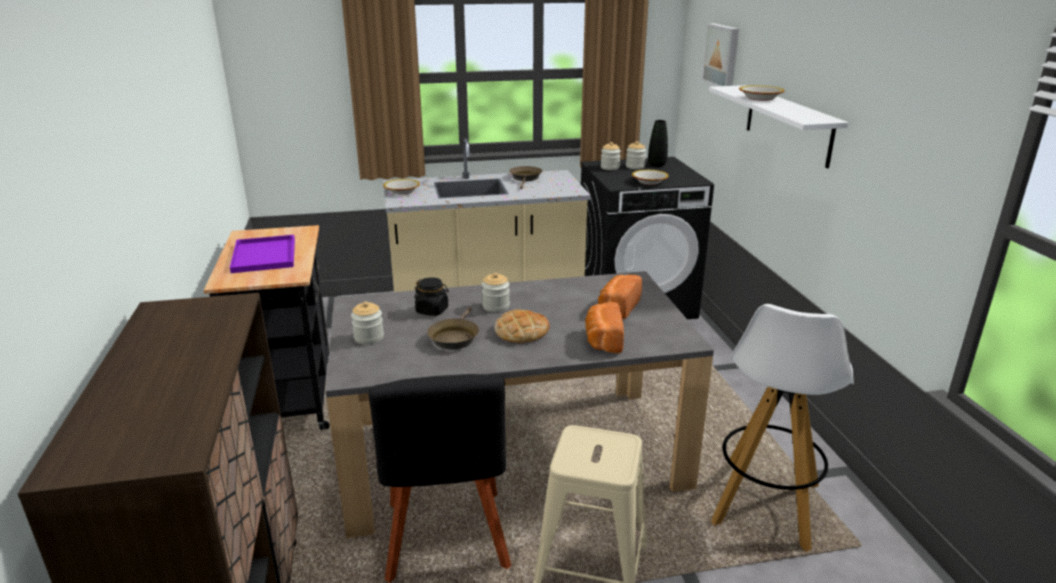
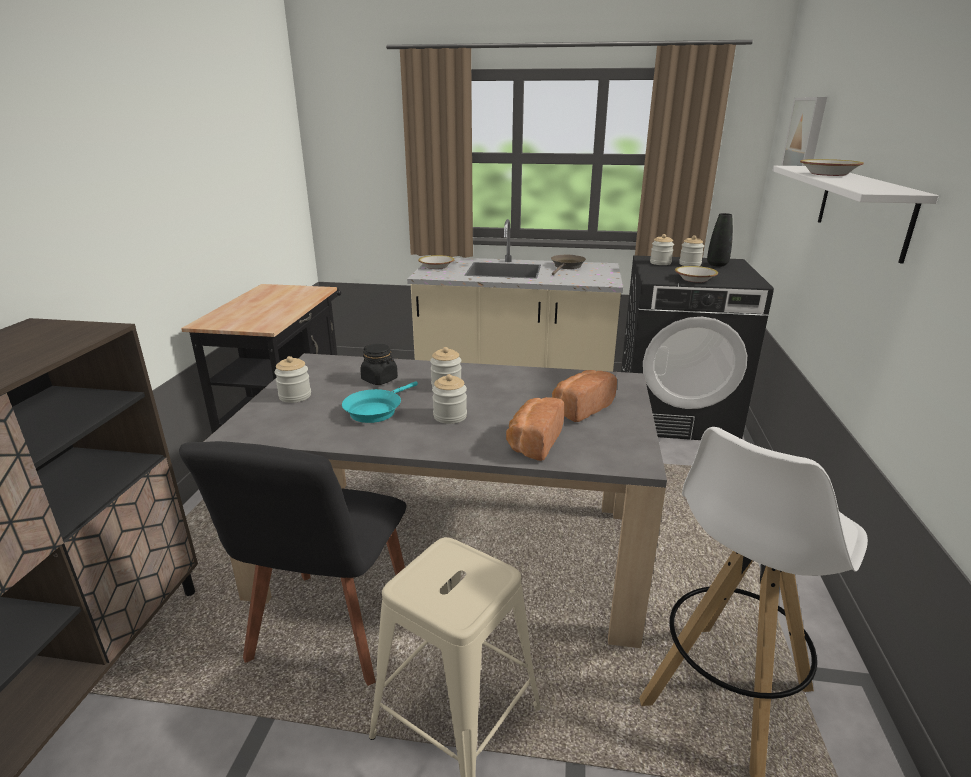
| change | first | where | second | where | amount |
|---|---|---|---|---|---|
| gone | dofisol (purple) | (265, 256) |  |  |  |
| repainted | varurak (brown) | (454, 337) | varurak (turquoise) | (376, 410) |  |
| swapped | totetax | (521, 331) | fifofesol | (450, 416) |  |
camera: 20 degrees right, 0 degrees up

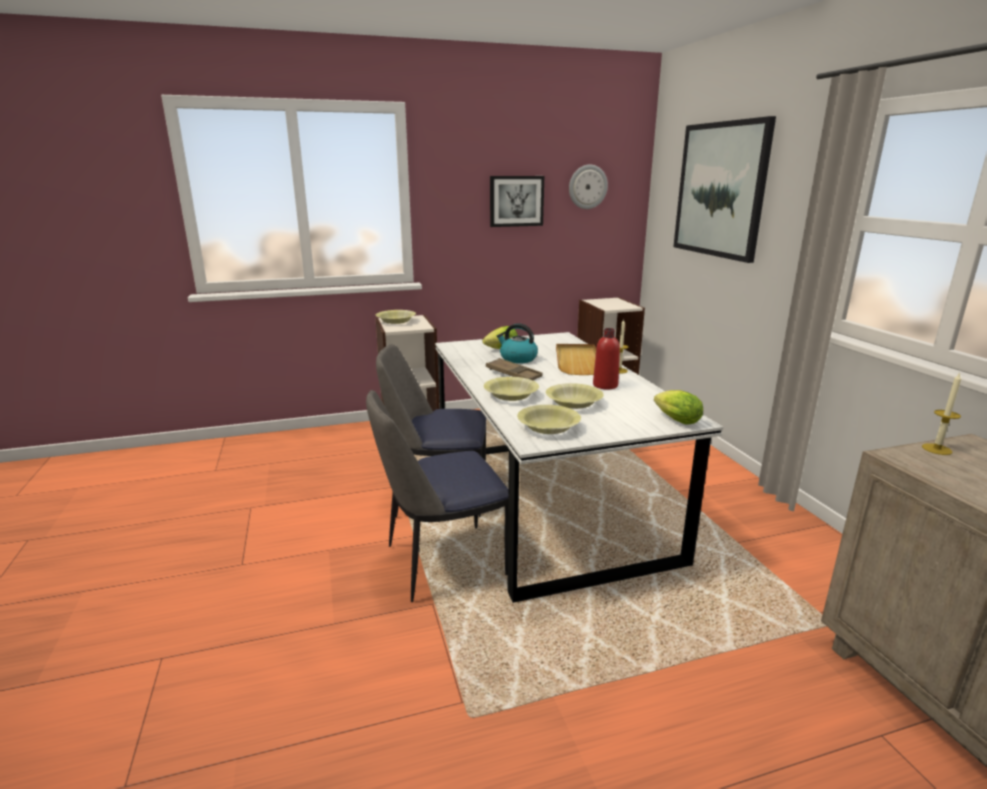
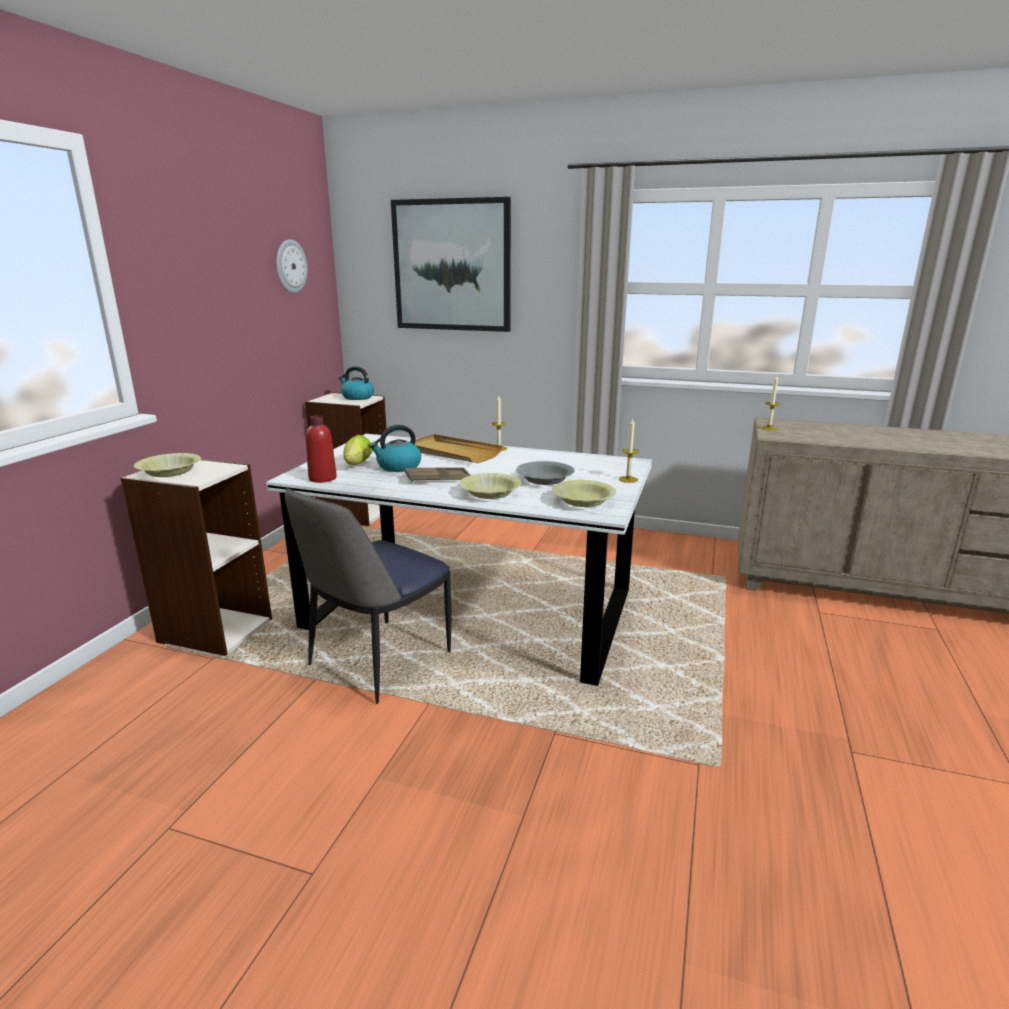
| change | first | where | second | where | amount |
|---|---|---|---|---|---|
| gone | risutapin | (516, 201) |  |  |  |
| shifted | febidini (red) | (605, 385) |  | (322, 478) |  |
| repainted | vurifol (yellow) | (574, 403) | vurifol (grey) | (544, 480) |  |
| gone | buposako | (441, 562) |  |  |  |
| gone | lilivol | (674, 420) |  |  |  |
| new |  |  | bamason | (357, 397) |  |
| new |  |  | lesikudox | (628, 479) |  |
camera: 55 degrees left, 0 degrees up

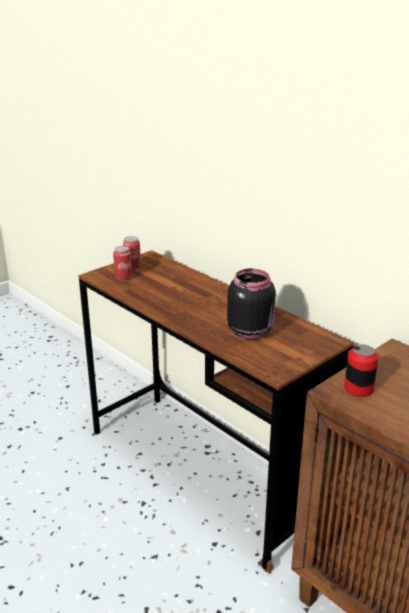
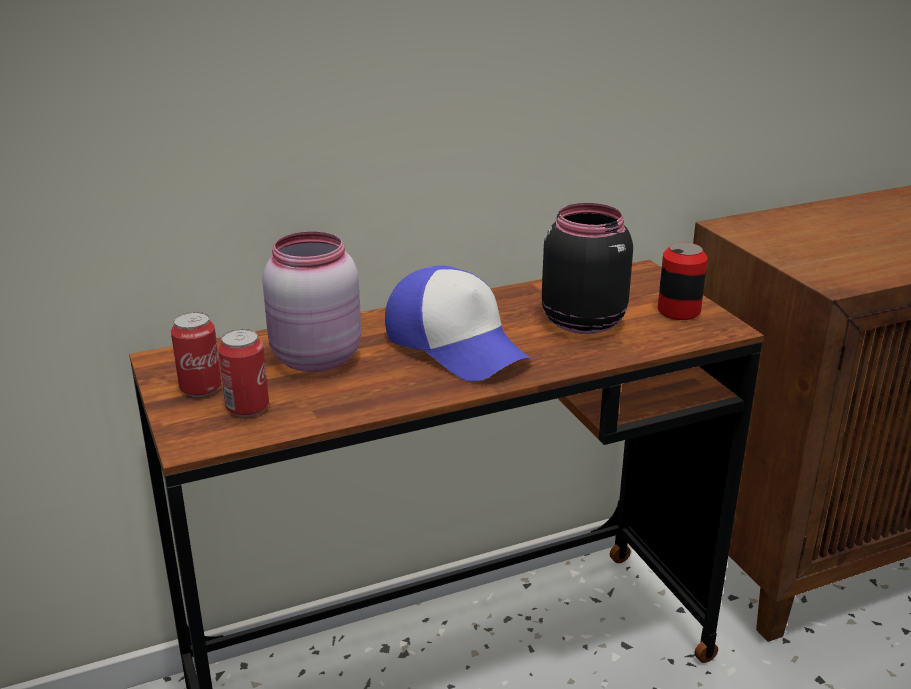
| change | first | where | second | where | amount |
|---|---|---|---|---|---|
| shifted | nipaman | (358, 389) |  | (678, 311) |  |
| new |  |  | fifofesol (pink) | (313, 358) |  |
| new |  |  | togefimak | (457, 344) |  |
camera: 70 degrees left, 0 degrees up

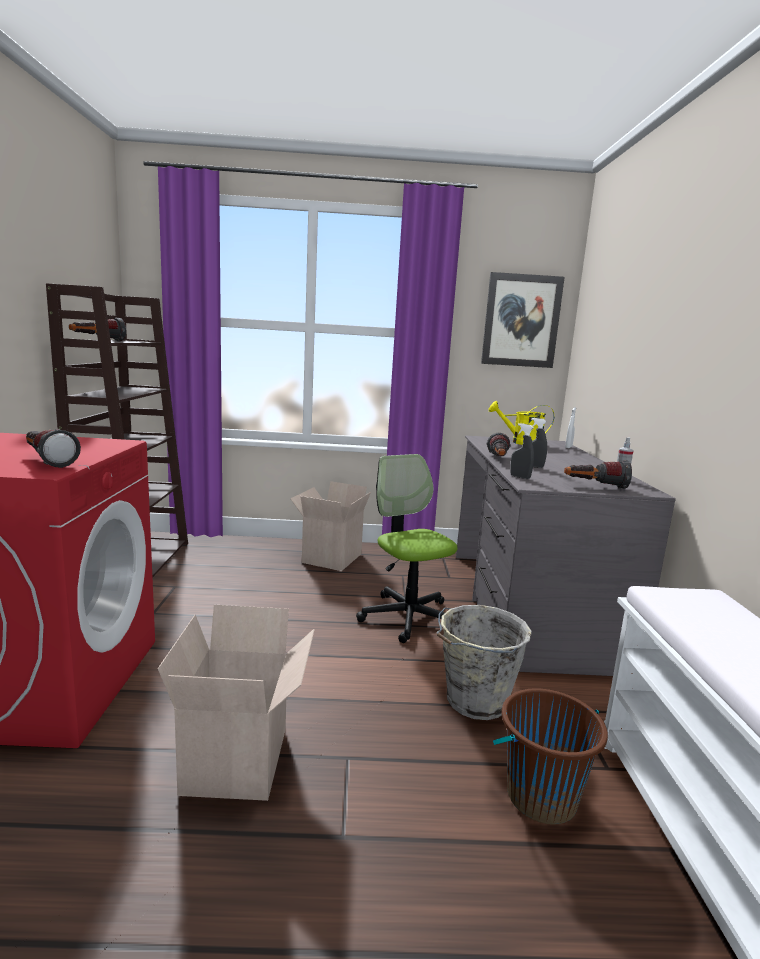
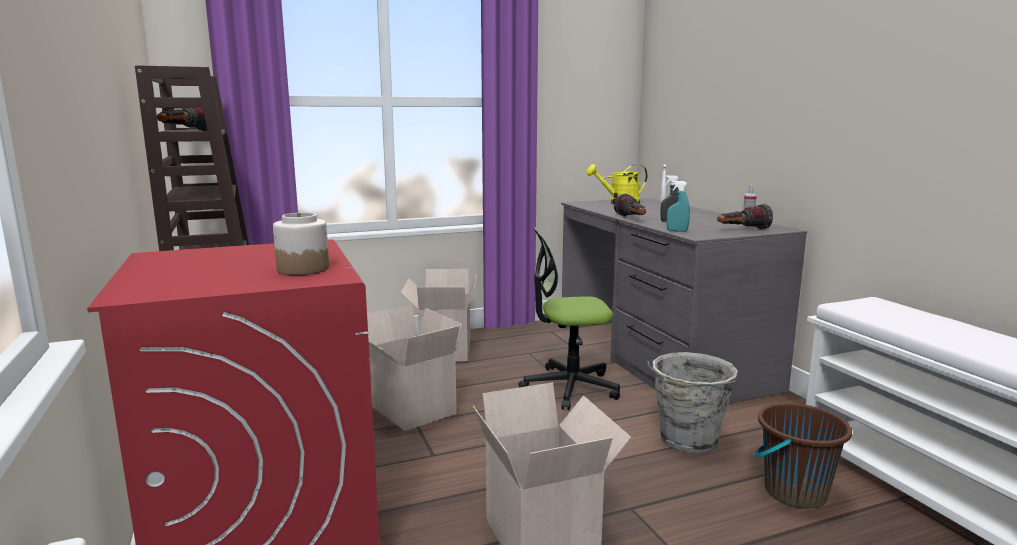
| change | first | where | second | where | amount |
|---|---|---|---|---|---|
| gone | risutapin | (521, 321) |  |  |  |
| repainted | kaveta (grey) | (520, 477) | kaveta (turquoise) | (677, 231) |  |
| swapped | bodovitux | (47, 461) | fifofesol | (303, 269) |  |
| rotated | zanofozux | (408, 617) |  | (569, 387) | 45 degrees counterclockwise |
| new |  |  | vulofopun | (410, 410) |  |
camera: 20 degrees left, 0 degrees up

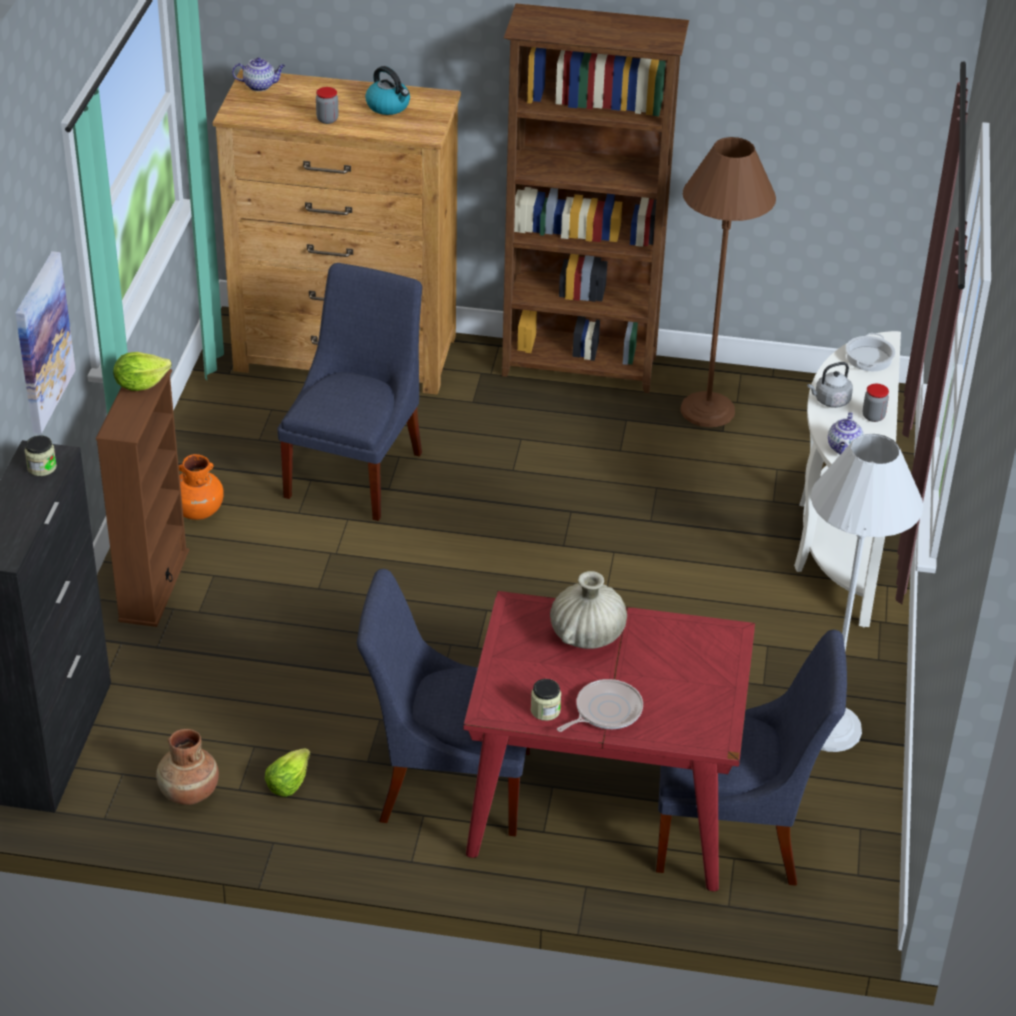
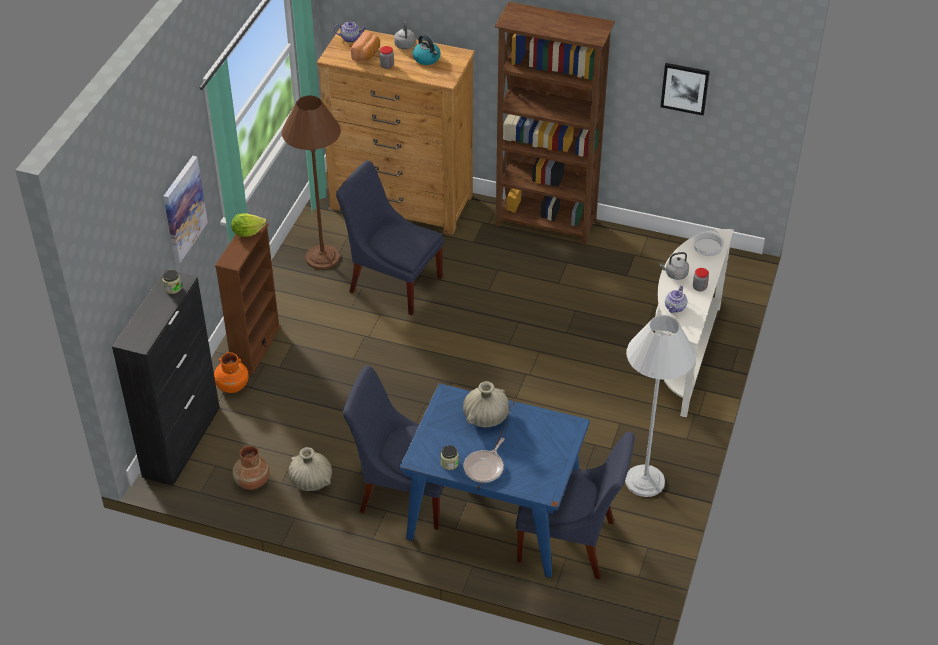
| change | first | where | second | where | amount |
|---|---|---|---|---|---|
| shifted | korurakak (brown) | (707, 410) |  | (322, 257) |  |
| rotated | buposako (blue) | (357, 470) |  | (392, 282) | 90 degrees counterclockwise |
| shifted | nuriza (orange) | (197, 510) |  | (232, 385) |  |
| repainted | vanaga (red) | (605, 807) | vanaga (blue) | (495, 517) |  |
| rotated | varurak | (605, 711) |  | (485, 467) | 150 degrees clockwise |
| swapped | lilivol | (288, 782) | nuriza (beige) | (311, 481) |  |
| new |  |  | bamason (grey) | (404, 44) |  |
| new |  |  | totetax | (367, 54) |  |
| new |  |  | risutapin | (685, 88) |  |
camera: 10 degrees right, 5 degrees up

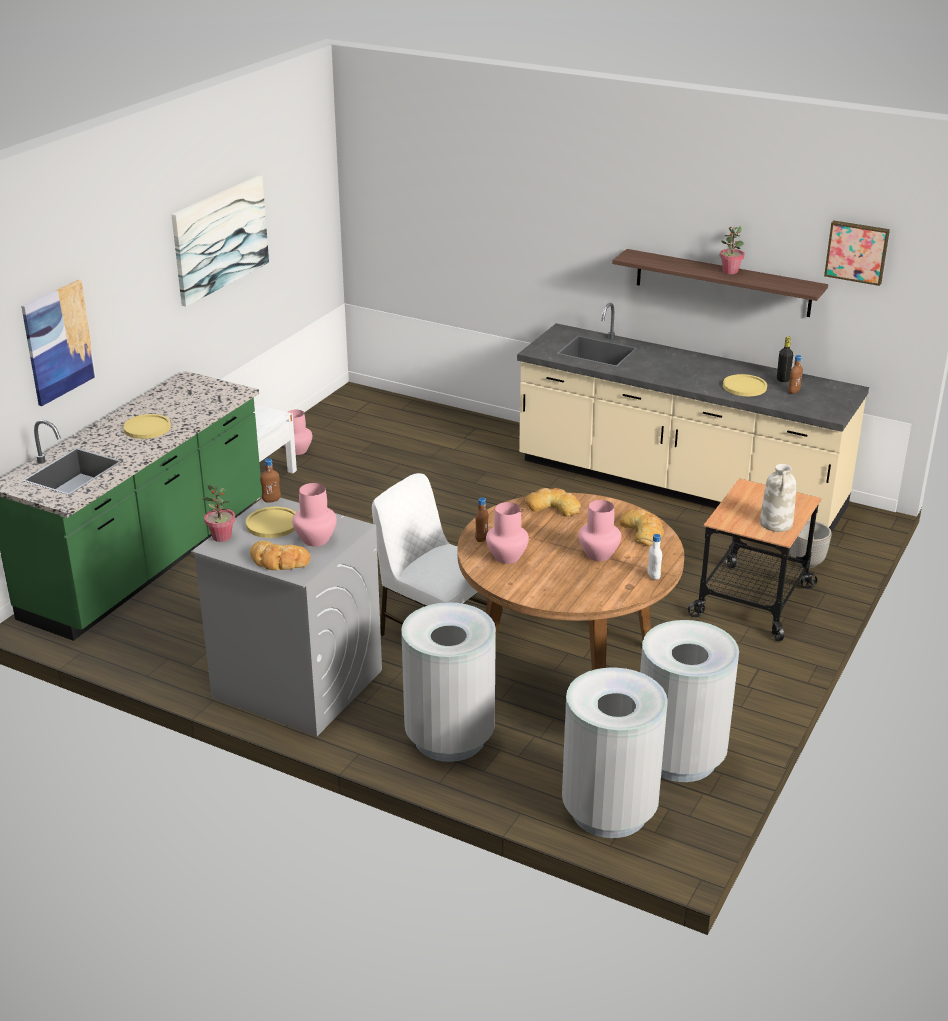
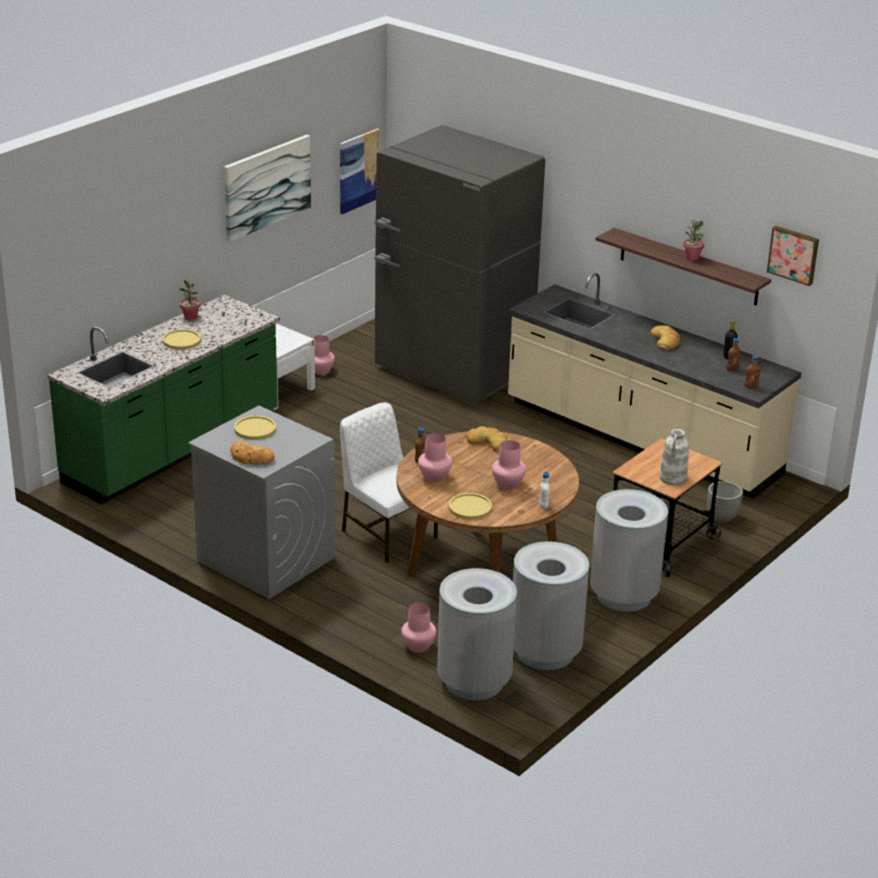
| change | first | where | second | where | amount |
|---|---|---|---|---|---|
| shifted | risutapin | (58, 342) |  | (358, 171) |  |
| shifted | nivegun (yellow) | (744, 386) |  | (470, 507) |  |
| shifted | febidini (brown) | (271, 500) |  | (751, 387) |  |
| shifted | nuriza (pink) | (316, 539) |  | (418, 646) |  |
| shifted | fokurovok | (221, 537) |  | (190, 317) |  |
| shifted | totetax | (643, 531) |  | (665, 341) |  |
| shifted | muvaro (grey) | (449, 738) |  | (623, 595) |  |
| new |  |  | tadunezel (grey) | (452, 372) |  |
camera: 10 degrees right, 0 degrees up

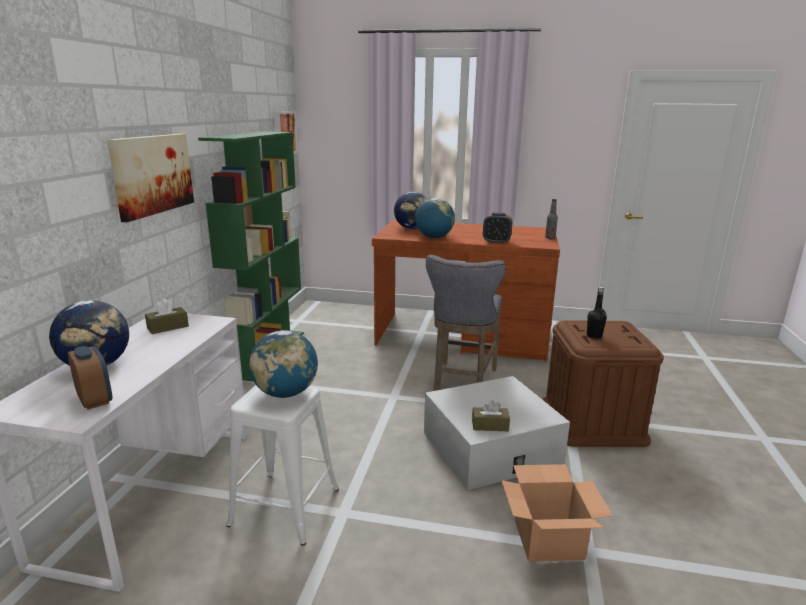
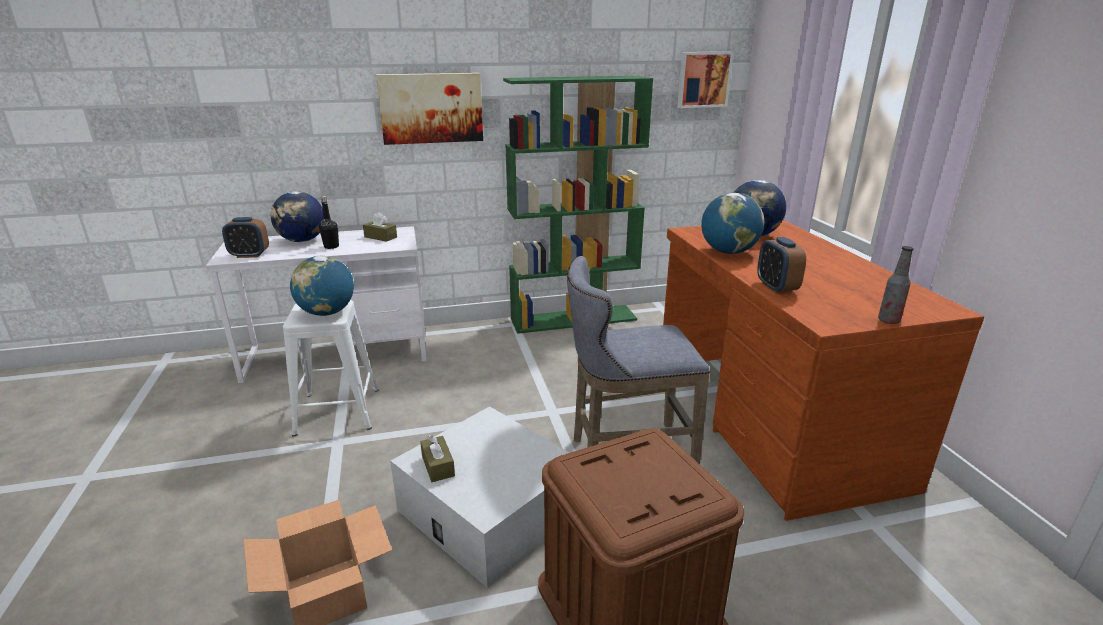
| change | first | where | second | where | amount |
|---|---|---|---|---|---|
| shifted | febidini (black) | (594, 336) |  | (331, 246) |  |
| rotated | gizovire | (95, 400) |  | (249, 255) | 60 degrees clockwise |
camera: 65 degrees right, 5 degrees up

